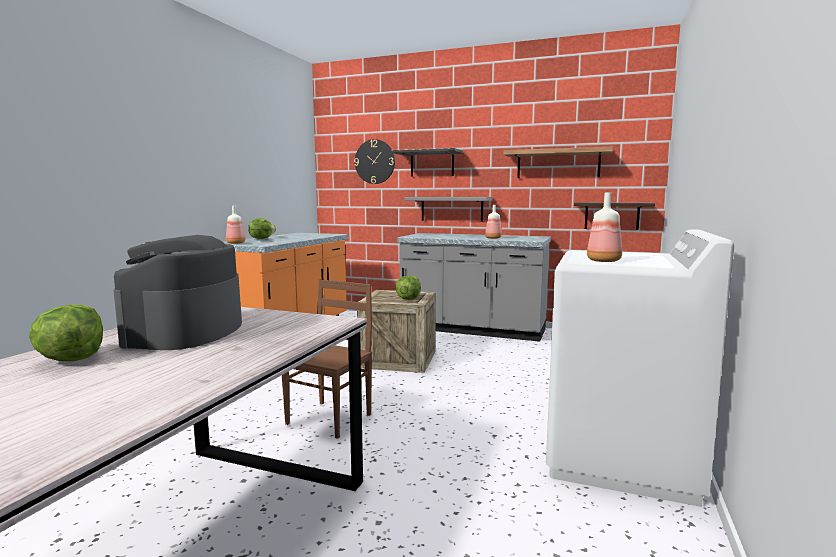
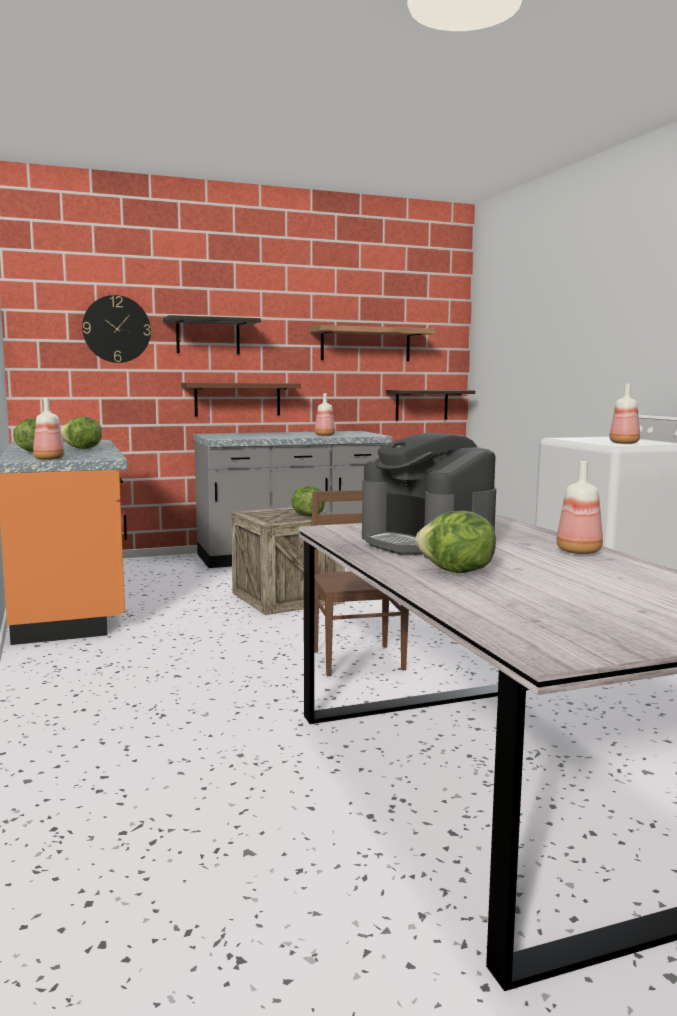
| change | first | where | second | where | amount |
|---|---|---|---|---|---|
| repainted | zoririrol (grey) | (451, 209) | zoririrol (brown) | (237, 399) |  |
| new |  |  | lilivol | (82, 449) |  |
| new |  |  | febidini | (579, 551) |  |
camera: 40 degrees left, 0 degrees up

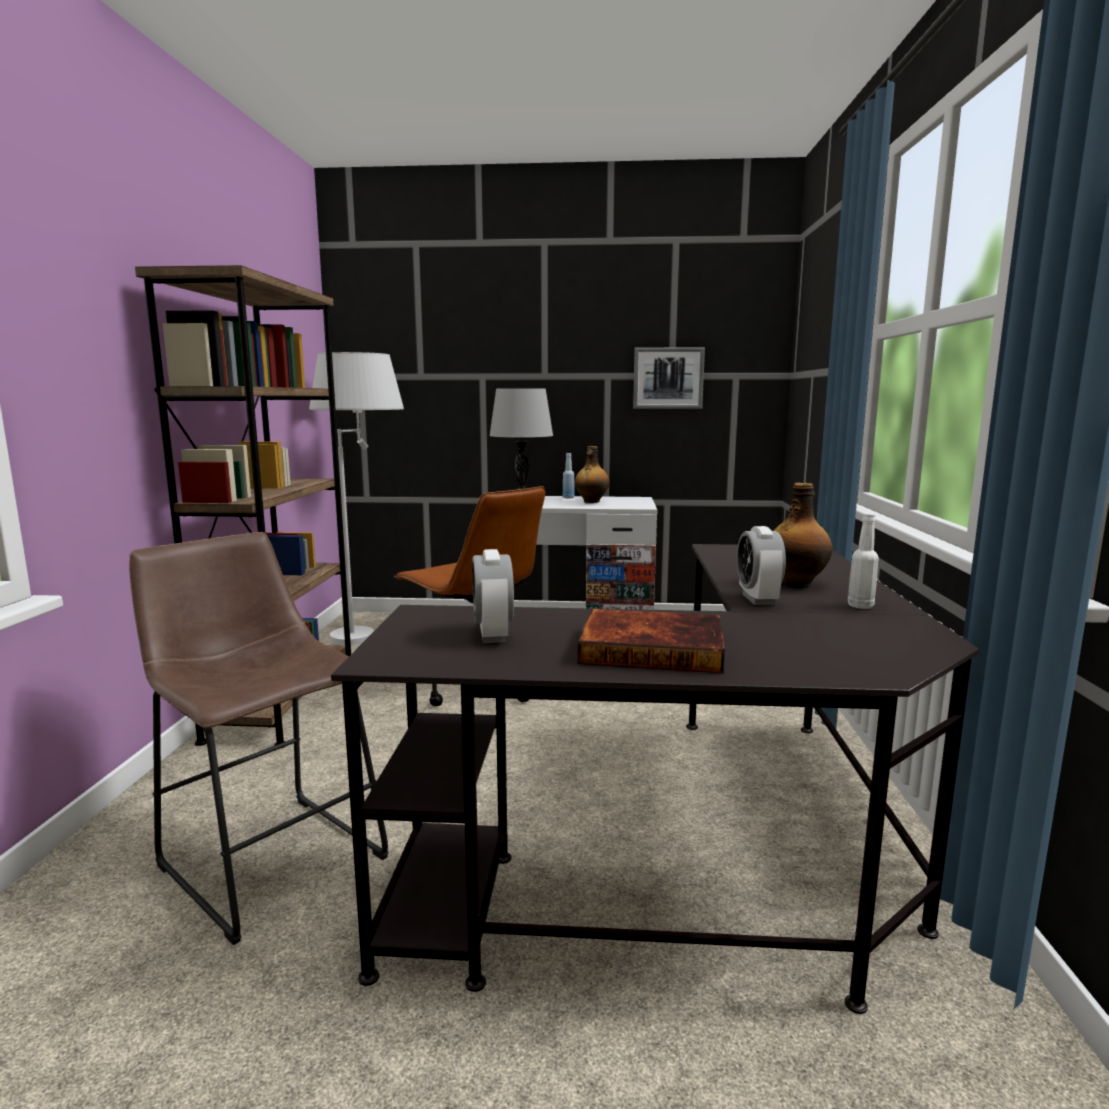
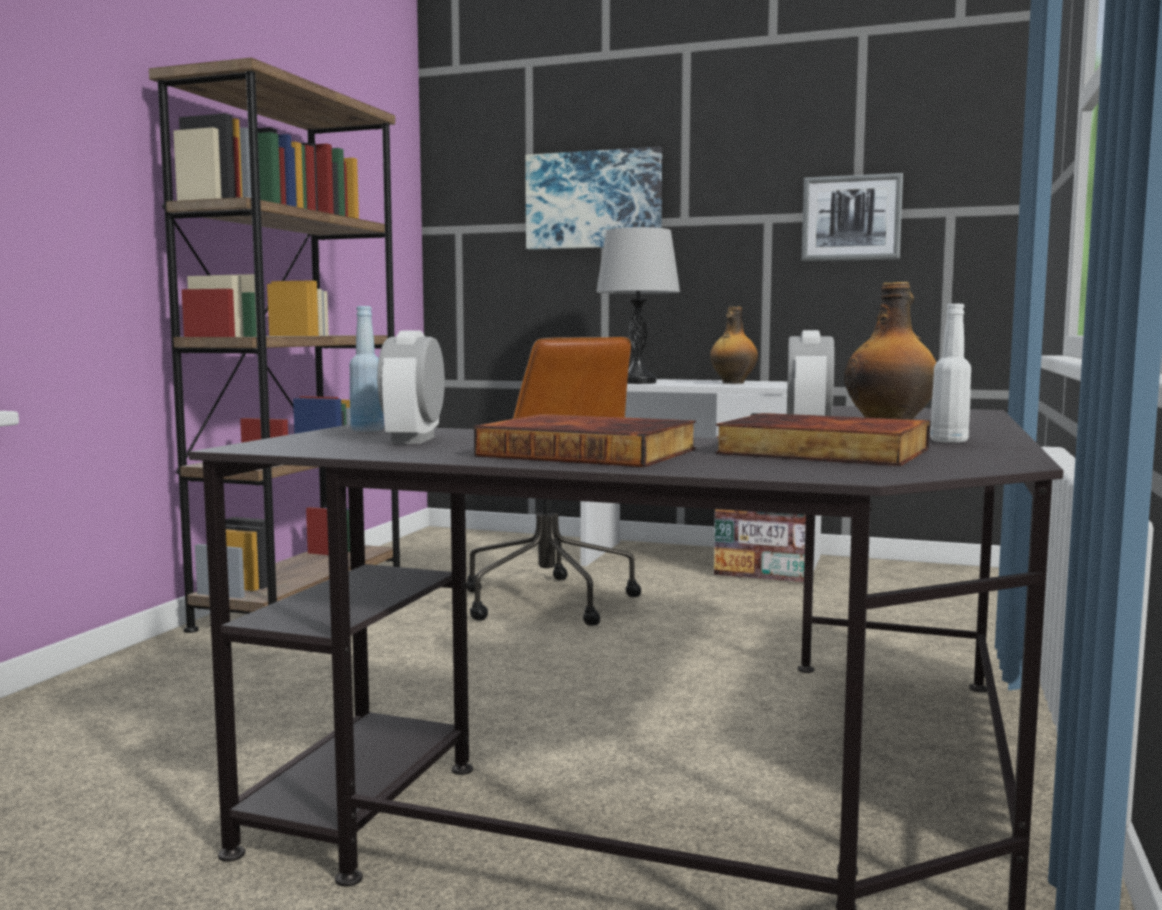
| change | first | where | second | where | amount |
|---|---|---|---|---|---|
| gone | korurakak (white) | (369, 631) |  |  |  |
| shifted | febidini (blue) | (568, 497) |  | (367, 430) |  |
| gone | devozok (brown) | (268, 855) |  |  |  |
| new |  |  | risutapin | (594, 200) |  |
| new |  |  | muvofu | (821, 451) |  |
camera: 15 degrees right, 5 degrees down

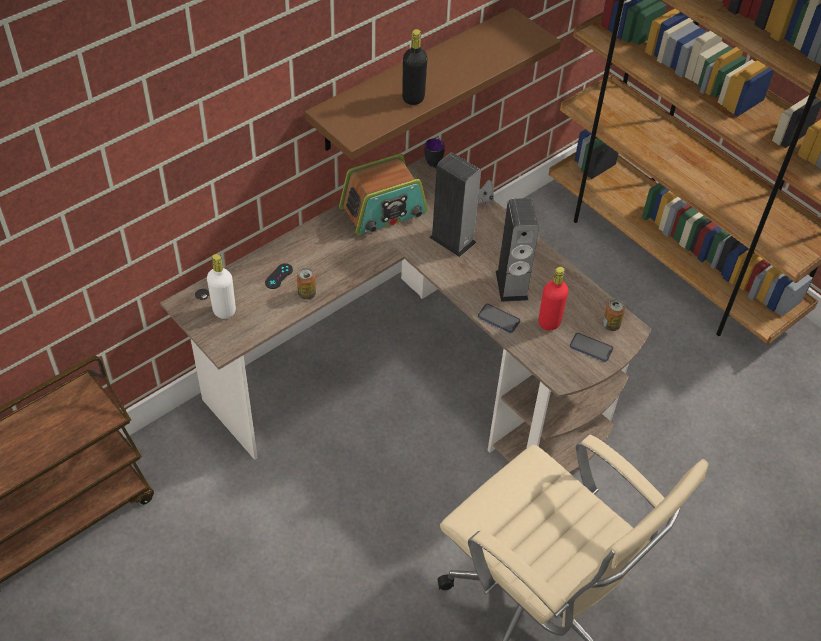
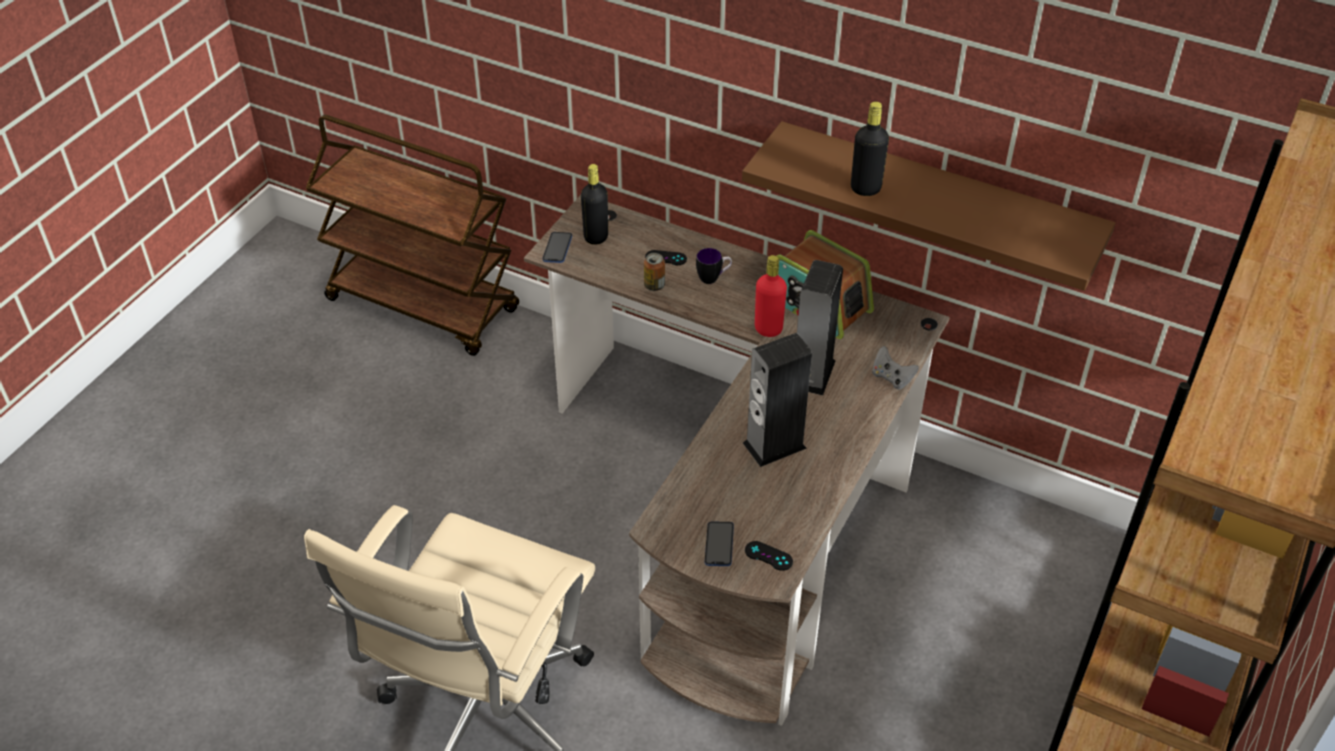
| change | first | where | second | where | amount |
|---|---|---|---|---|---|
| shifted | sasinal | (434, 160) |  | (713, 278) |  |
| repainted | febidini (white) | (224, 311) | febidini (black) | (596, 237) |  |
| shifted | febidini (red) | (549, 322) |  | (768, 329) |  |
| swapped | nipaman | (611, 325) | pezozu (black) | (768, 556) |  |
| shifted | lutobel | (498, 319) |  | (557, 248) |  |
camera: 70 degrees right, 5 degrees down

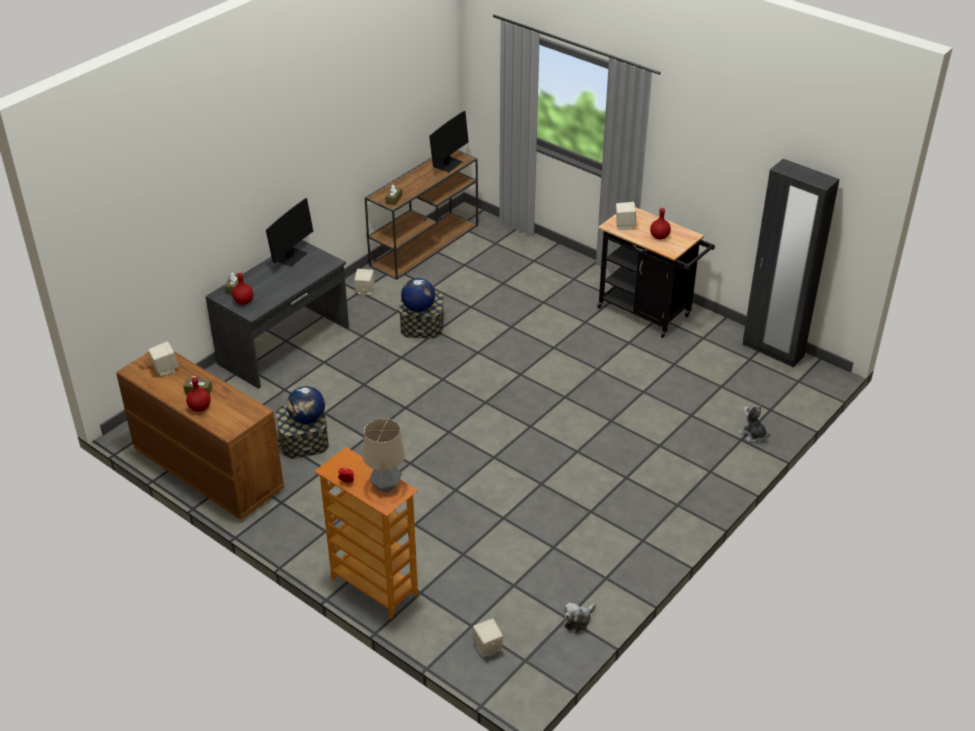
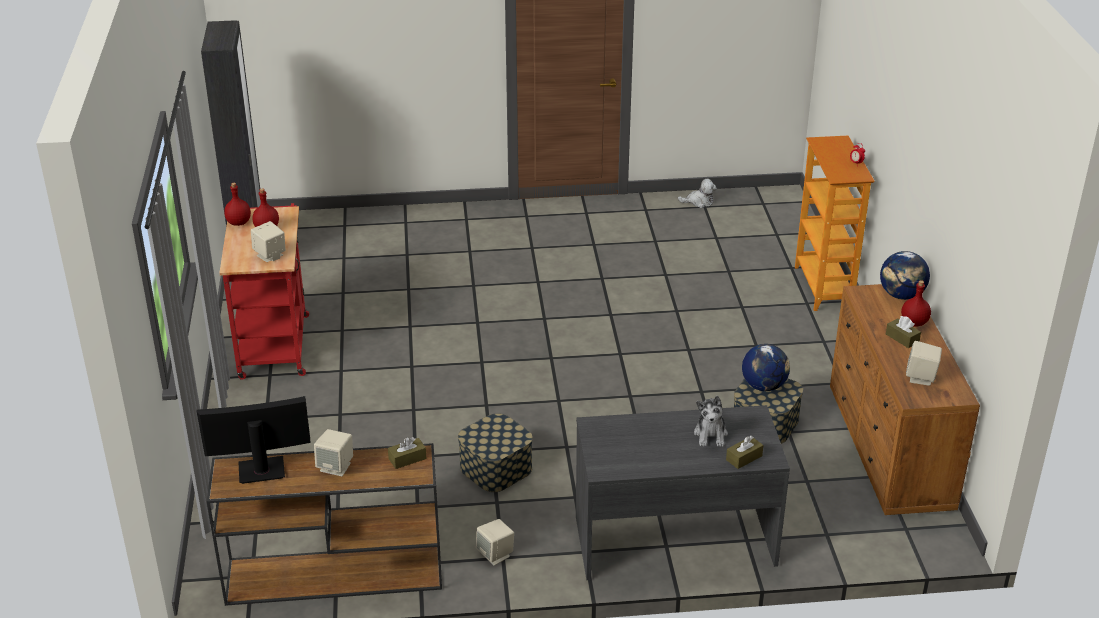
| change | first | where | second | where | amount |
|---|---|---|---|---|---|
| gone | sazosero | (291, 257) |  |  |  |
| repainted | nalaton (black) | (649, 313) | nalaton (red) | (274, 342) |  |
| shifted | febidini (red) | (243, 301) |  | (238, 223) |  |
| shifted | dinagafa | (418, 308) |  | (901, 295) |  |
| shifted | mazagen | (752, 435) |  | (711, 434) |  |
| gone | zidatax | (385, 486) |  |  |  |
| shifted | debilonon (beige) | (487, 648) |  | (336, 467) |  |
camera: 135 degrees left, 5 degrees down

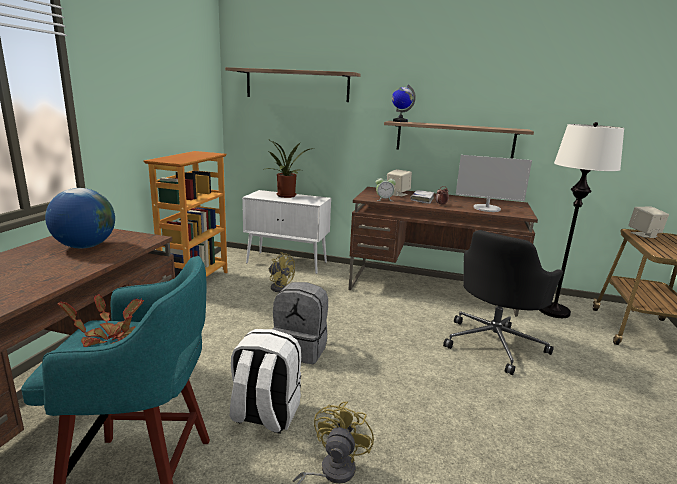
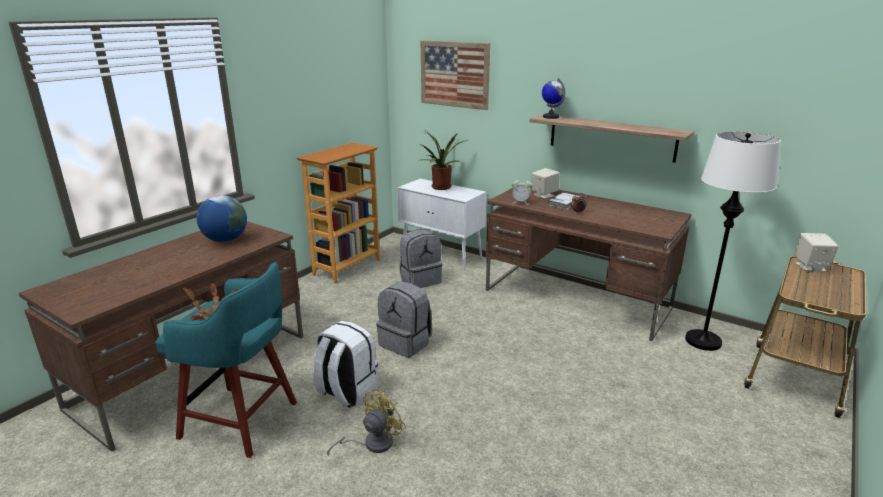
| change | first | where | second | where | amount |
|---|---|---|---|---|---|
| swapped | zoririrol | (297, 85) | risutapin | (454, 74) |  |
| gone | sazosero | (487, 208) |  |  |  |
| gone | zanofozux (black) | (494, 343) |  |  |  |
| swapped | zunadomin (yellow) | (279, 287) | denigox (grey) | (420, 280) |  |
camera: 20 degrees right, 5 degrees up

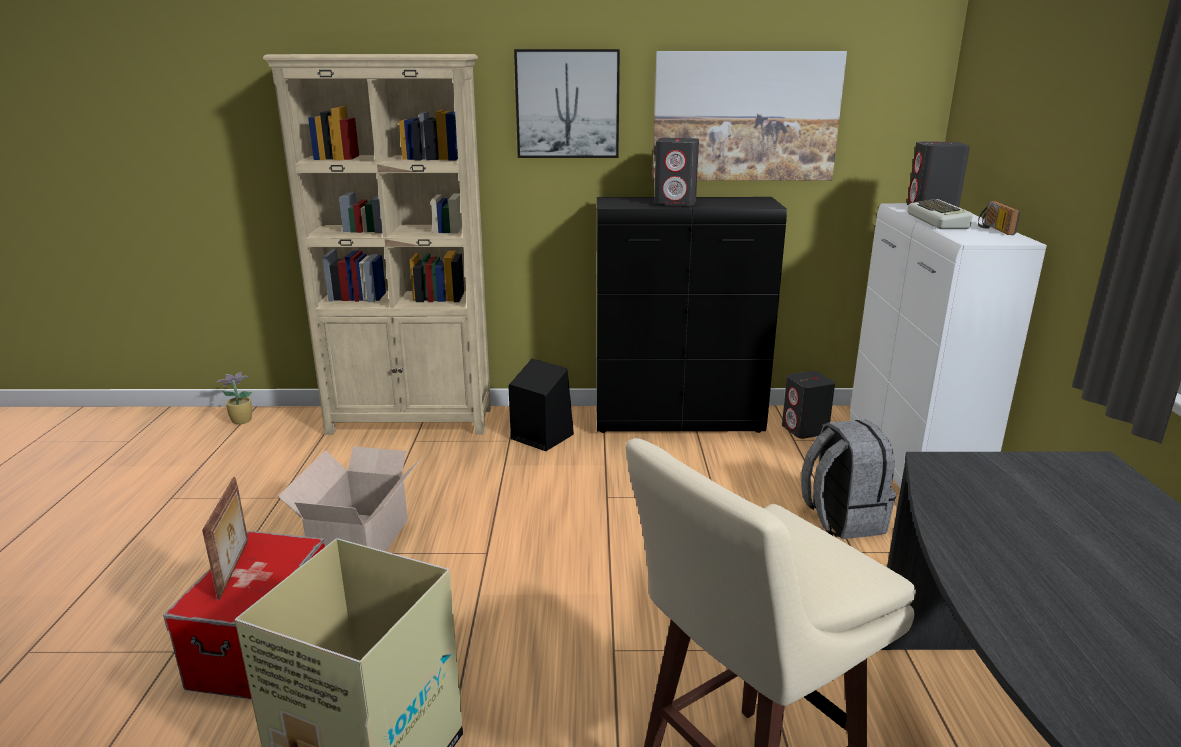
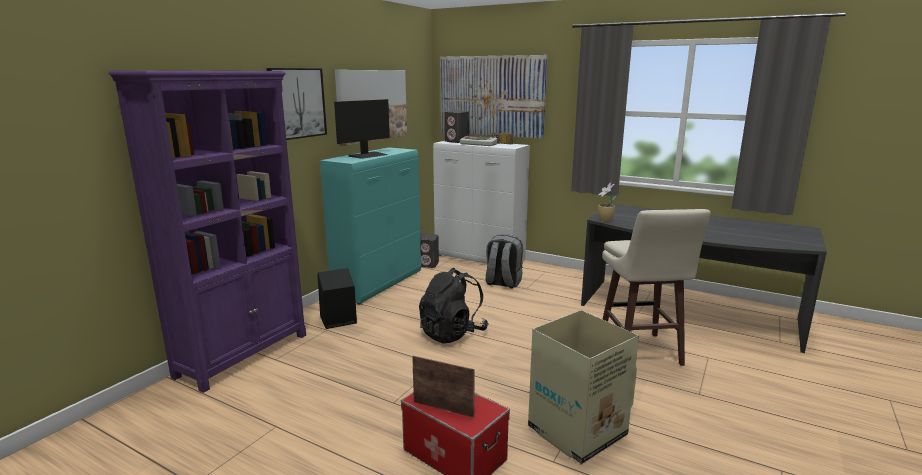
| change | first | where | second | where | amount |
|---|---|---|---|---|---|
| repainted | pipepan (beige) | (411, 421) | pipepan (purple) | (244, 354) |  |
| swapped | debilonon (grey) | (675, 202) | sazosero | (368, 155) |  |
| repainted | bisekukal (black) | (679, 421) | bisekukal (turquoise) | (379, 284) |  |
| shifted | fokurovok | (240, 421) |  | (605, 220) |  |
| gone | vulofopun | (363, 540) |  |  |  |
| new |  |  | risutapin | (491, 96) |  |
| new |  |  | denigox (black) | (452, 333) |  |
camera: 60 degrees left, 5 degrees down

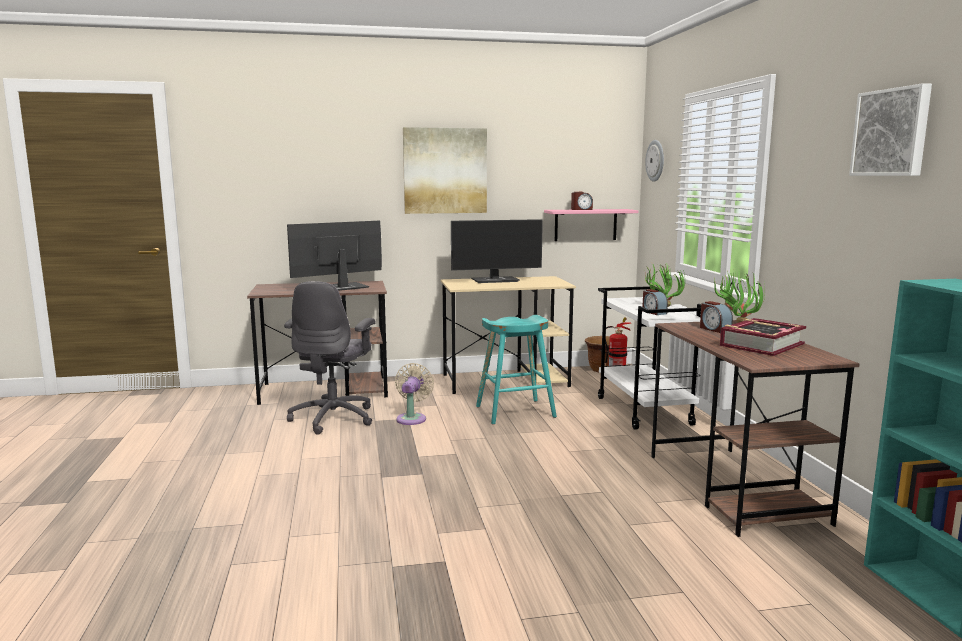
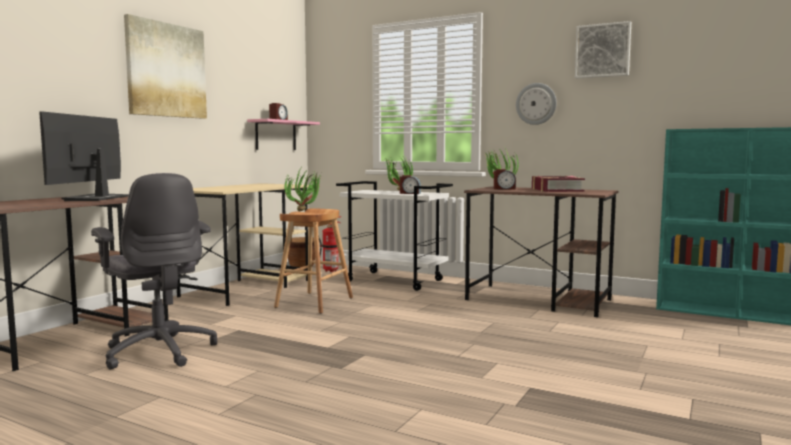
| change | first | where | second | where | amount |
|---|---|---|---|---|---|
| shifted | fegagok | (656, 160) |  | (536, 104) |  |
| gone | sazosero | (496, 280) |  |  |  |
| repainted | devozok (turquoise) | (515, 411) | devozok (brown) | (314, 302) |  |
| gone | zunadomin (beige) | (412, 418) |  |  |  |
| new |  |  | fokurovok | (306, 211) |  |
camera: 50 degrees left, 5 degrees down

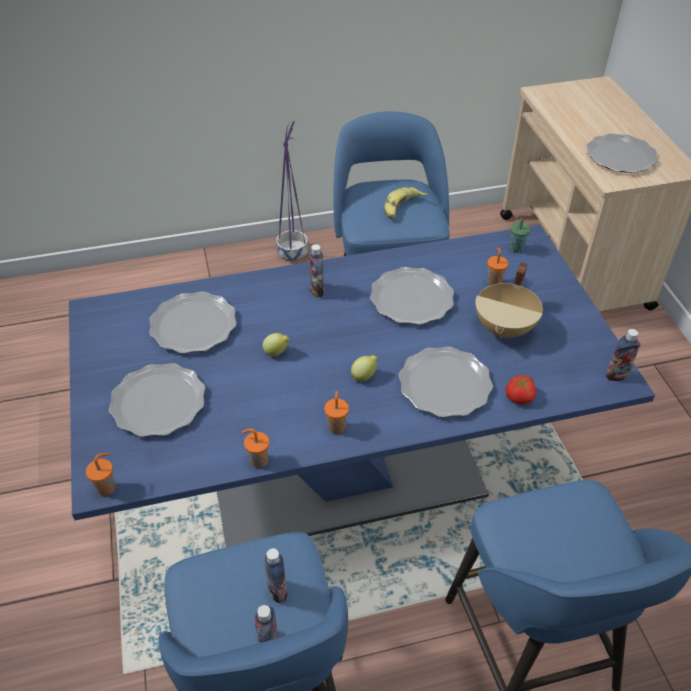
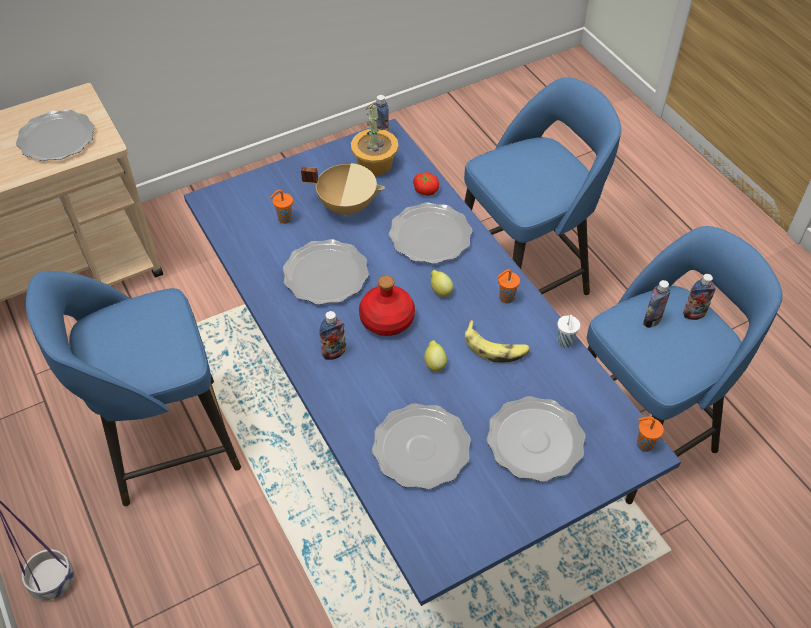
| change | first | where | second | where | amount |
|---|---|---|---|---|---|
| shifted | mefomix | (401, 208) |  | (495, 347) |  |
| gone | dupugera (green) | (516, 249) |  |  |  |
| repainted | dupugera (orange) | (258, 461) | dupugera (white) | (565, 343) |  |
| new |  |  | fokurovok | (375, 164) |  |
| new |  |  | febidini (red) | (387, 320) |  |
camera: 105 degrees left, 5 degrees up

